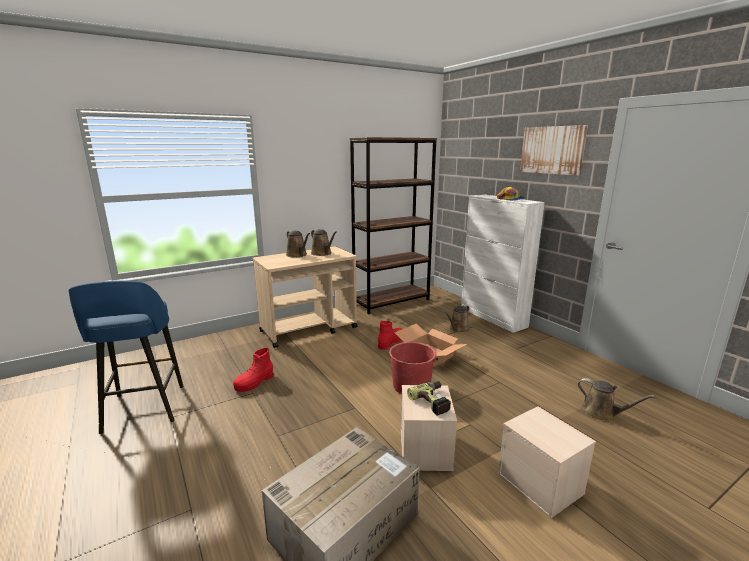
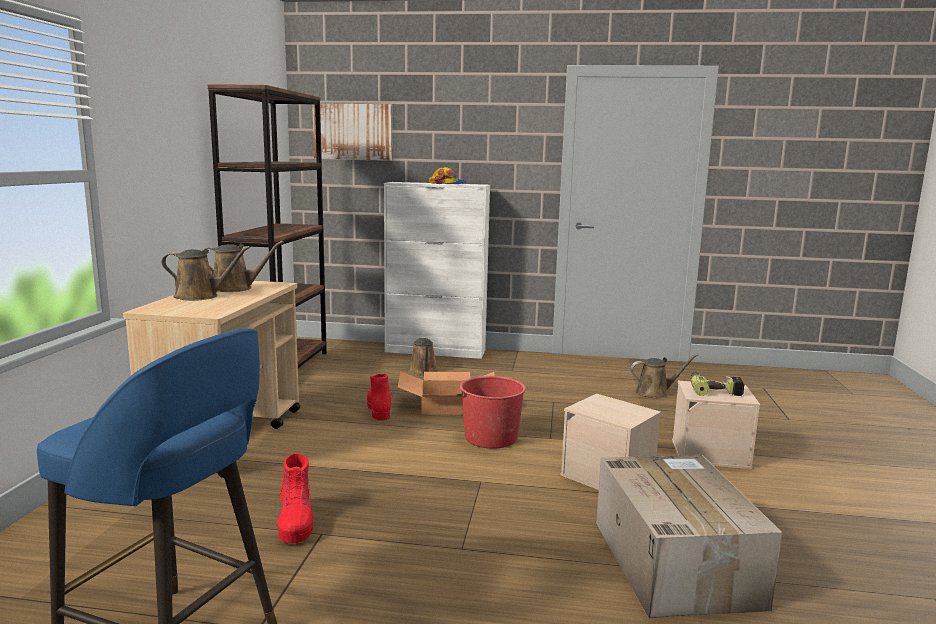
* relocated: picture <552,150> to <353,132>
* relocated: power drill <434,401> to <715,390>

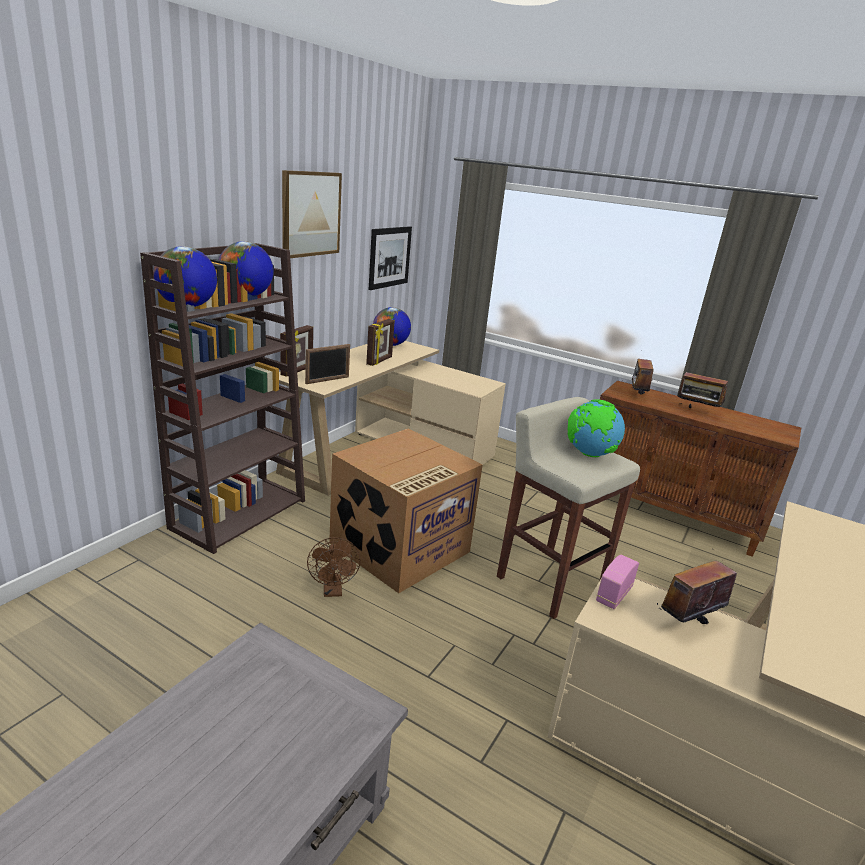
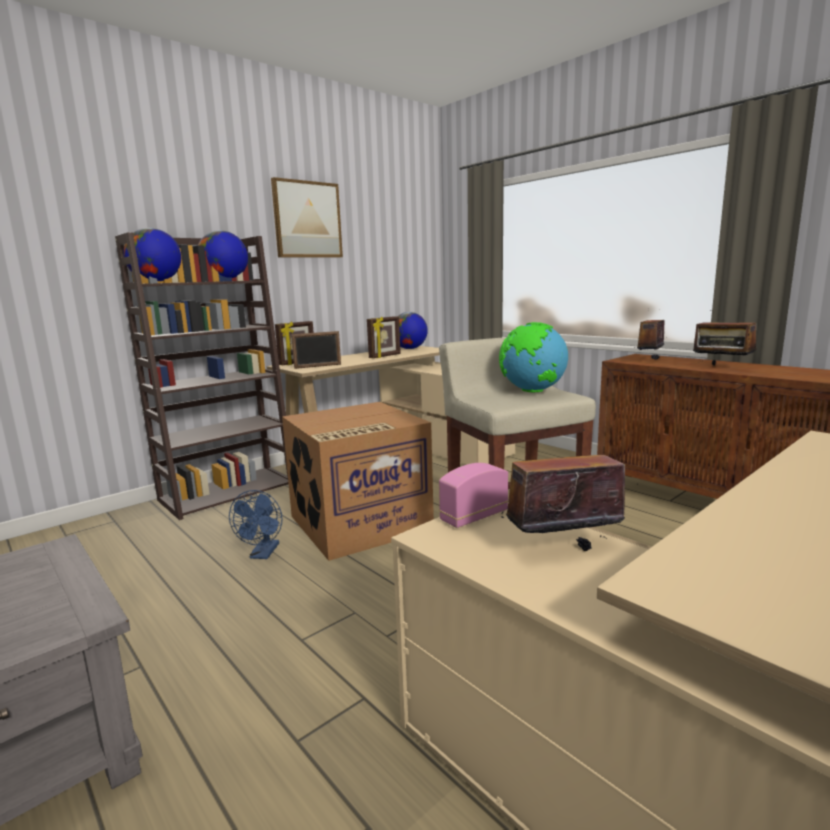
* missing: picture <389,257>
* colour: brown fan <333,591> to blue fan <263,554>

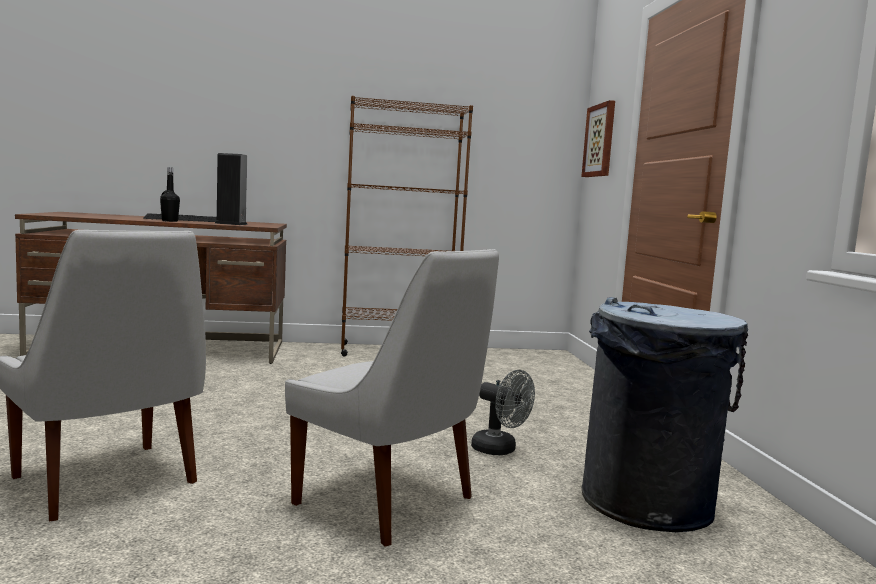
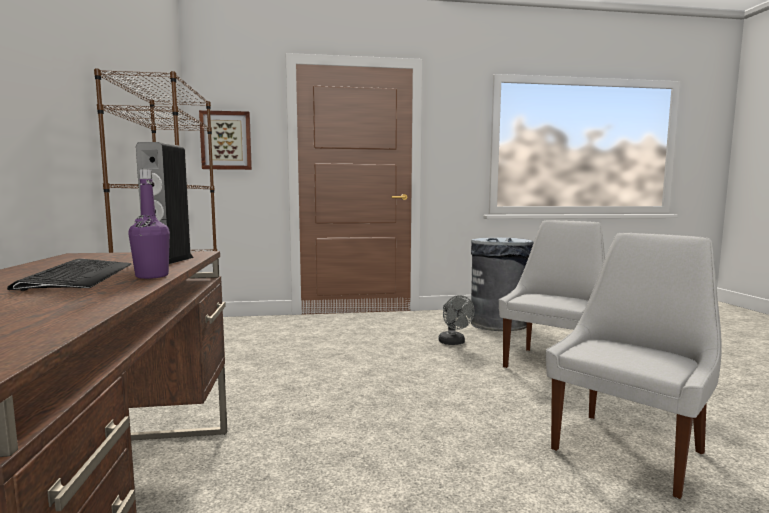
* colour: black bottle <169,221> to purple bottle <152,276>
* spun: grey fan <500,450> = <454,343> 120 degrees clockwise

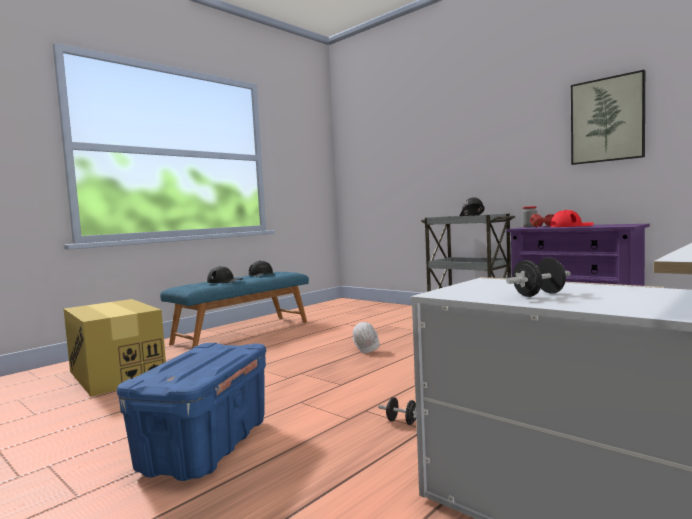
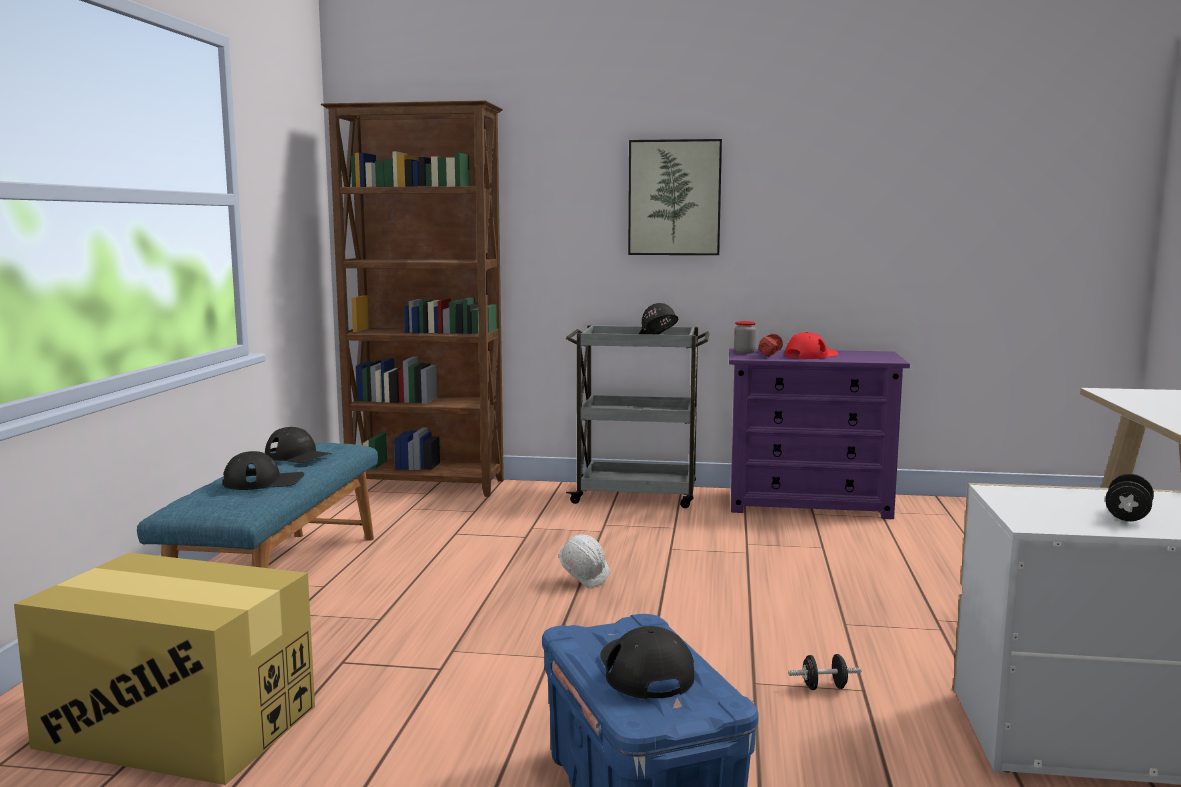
* relocated: picture <607,120> to <674,198>
* appeared: brown bookcase <427,486>
* appeared: black cap <644,670>

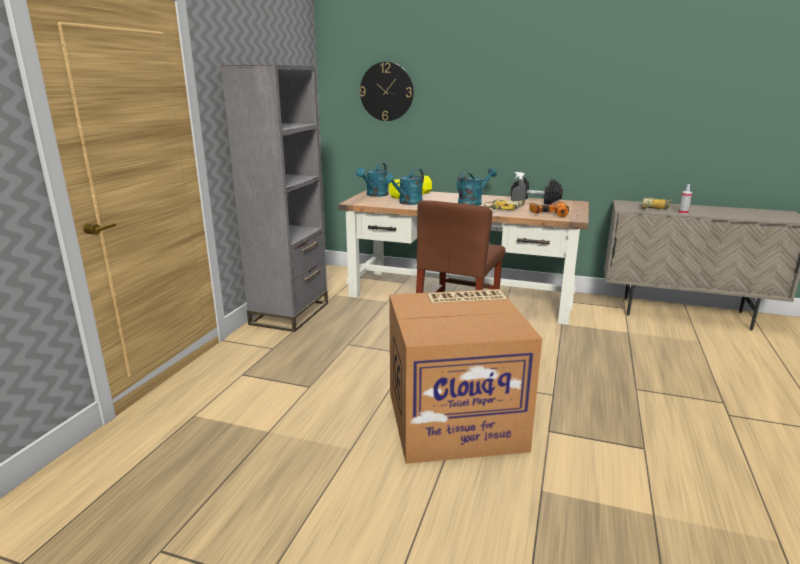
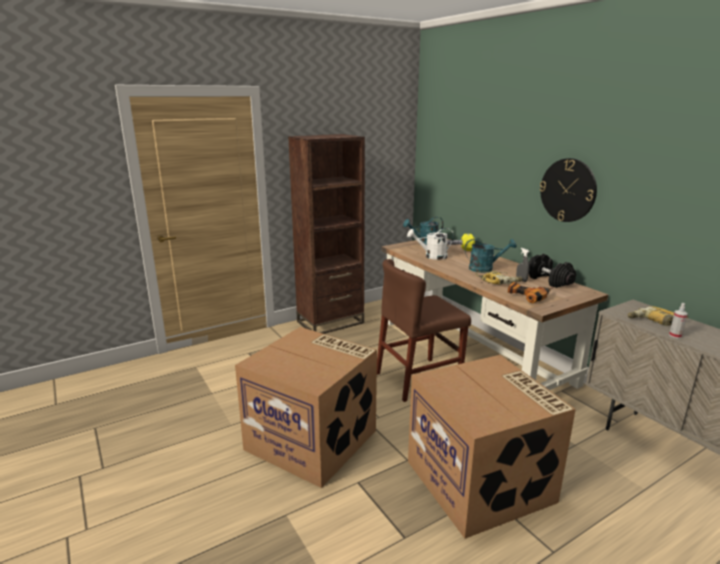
* relocated: wall clock <386,91> to <568,190>
* colour: grey bookcase <290,313> to brown bookcase <330,322>
* colour: turquoise watering can <407,203> to white watering can <432,256>
* appeared: cardboard box <481,482>

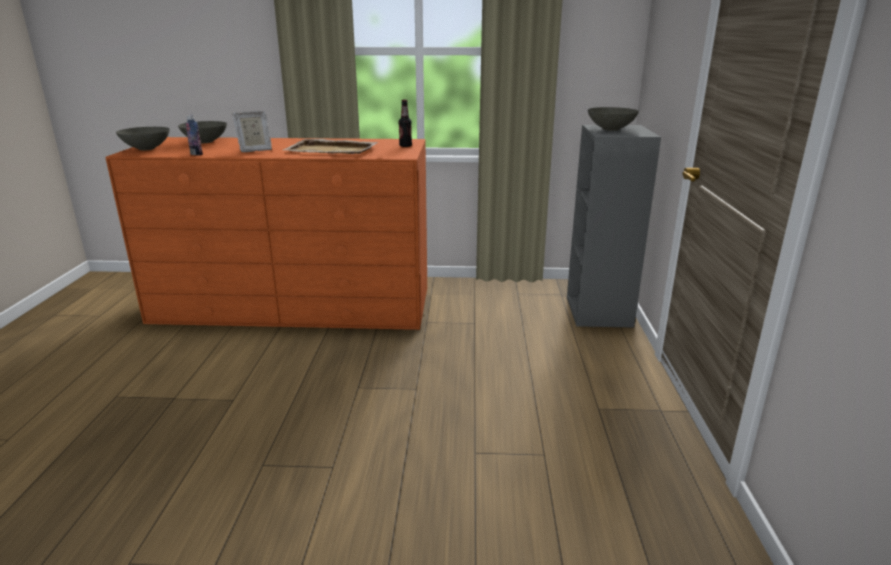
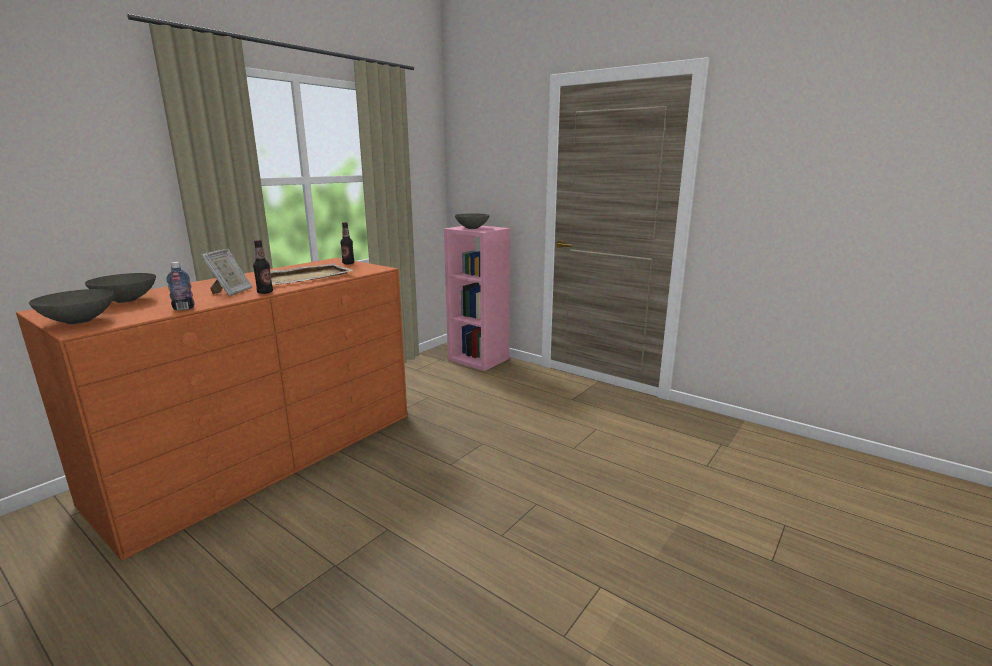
* colour: grey bookcase <599,312> to pink bookcase <479,359>
* appeared: bottle <265,292>

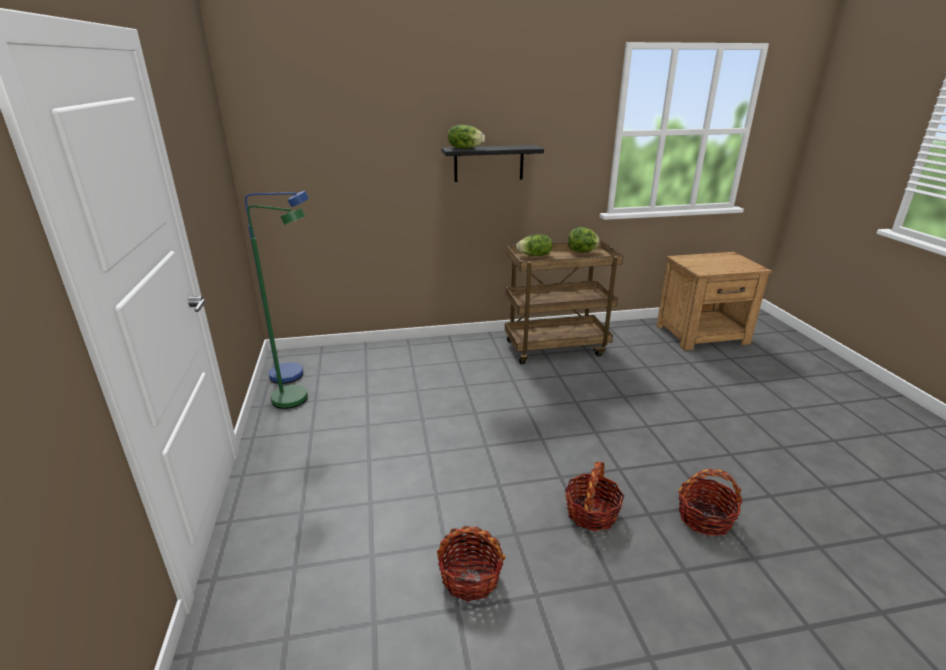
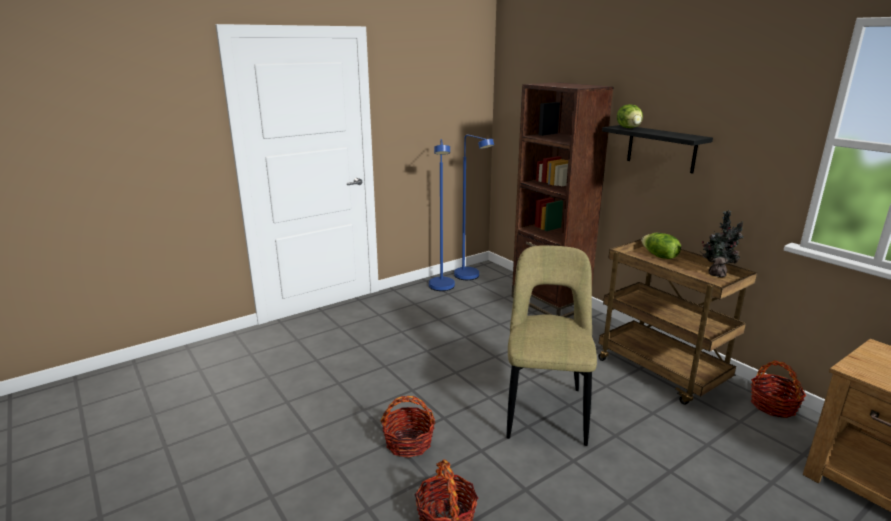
* colour: green floor lamp <298,401> to blue floor lamp <442,289>
* exchanged: lettuce <582,251> to potted plant <717,274>
* relocated: basket <470,577> to <773,405>
* appeared: brown bookcase <549,302>
* appeared: beige chair <545,409>

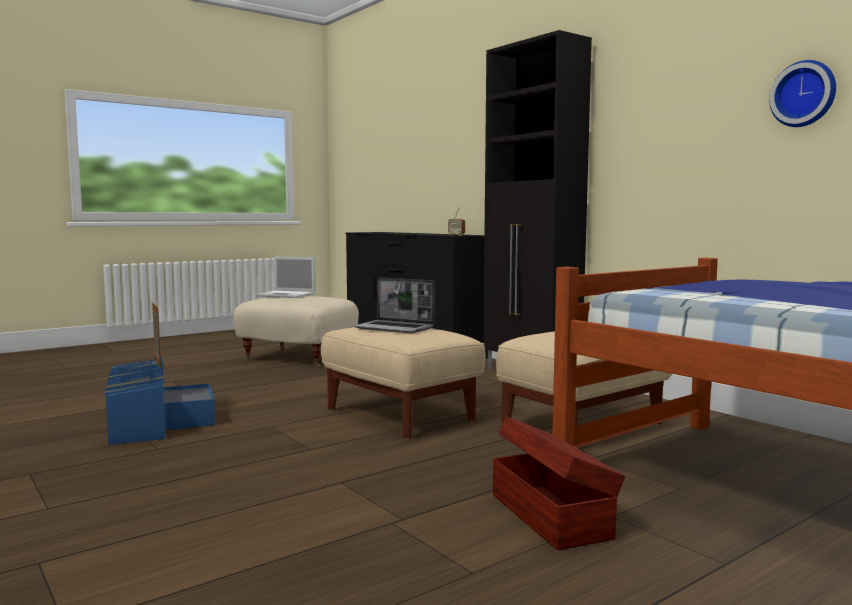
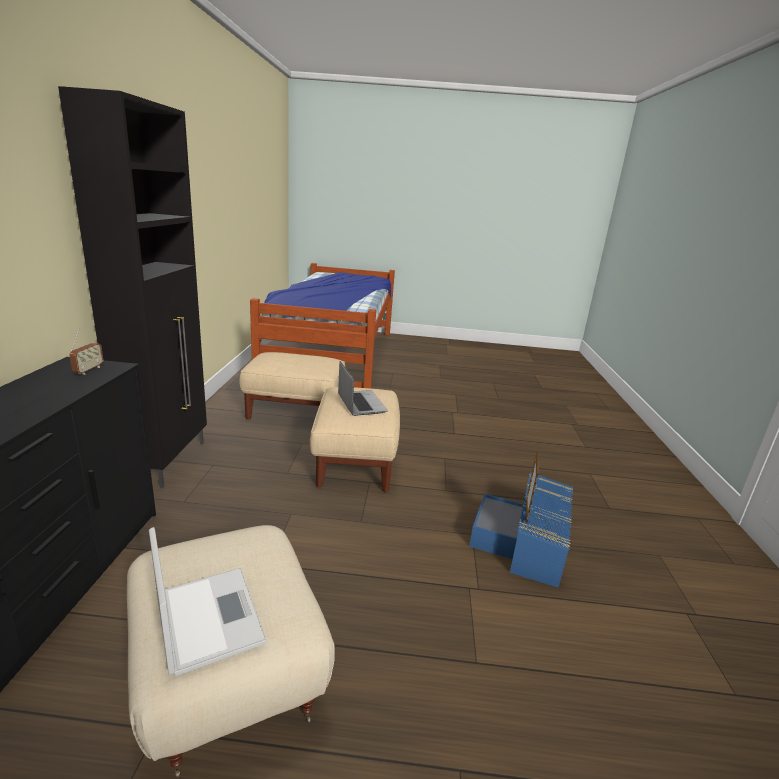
* missing: wall clock <804,94>
* missing: brown storage box <550,515>

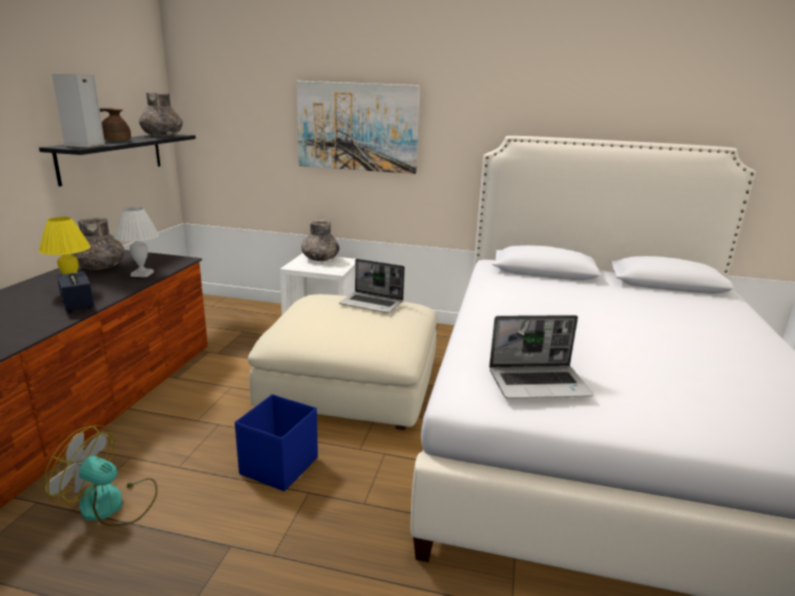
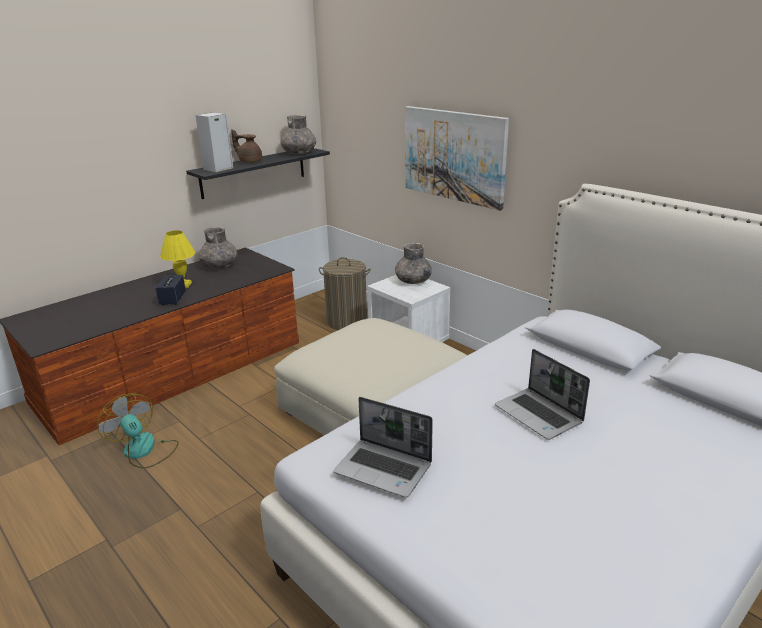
* missing: white table lamp <142,274>
* relocated: laptop <372,303> to <539,415>
* missing: blue storage box <278,466>
* appeared: laundry basket <347,321>

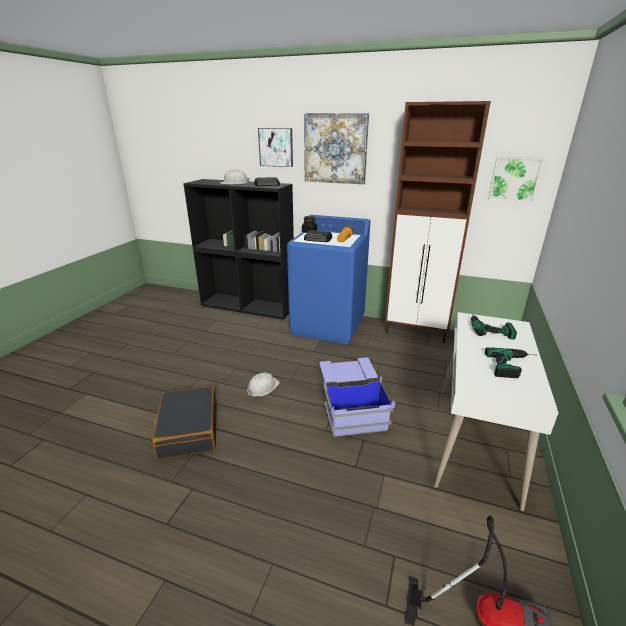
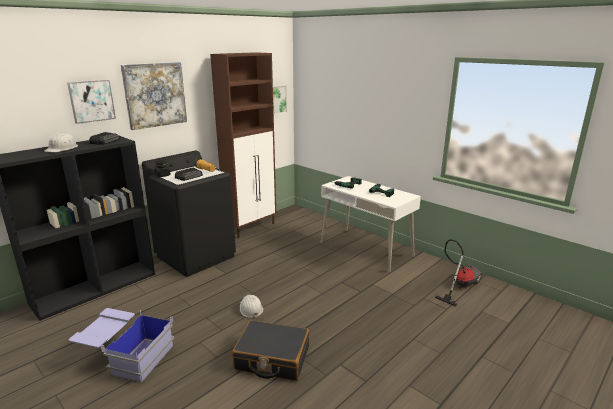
* colour: blue washing machine <328,325> to black washing machine <196,256>
* relocated: blue storage box <351,407> to <126,356>

